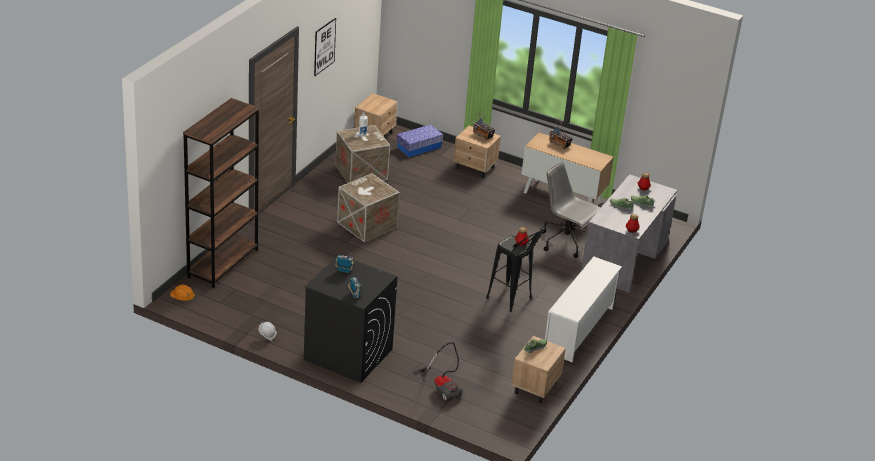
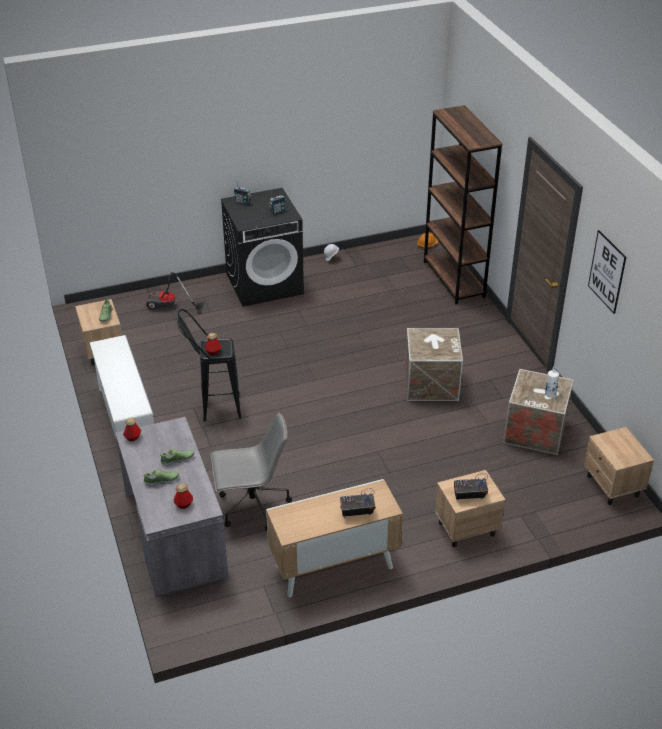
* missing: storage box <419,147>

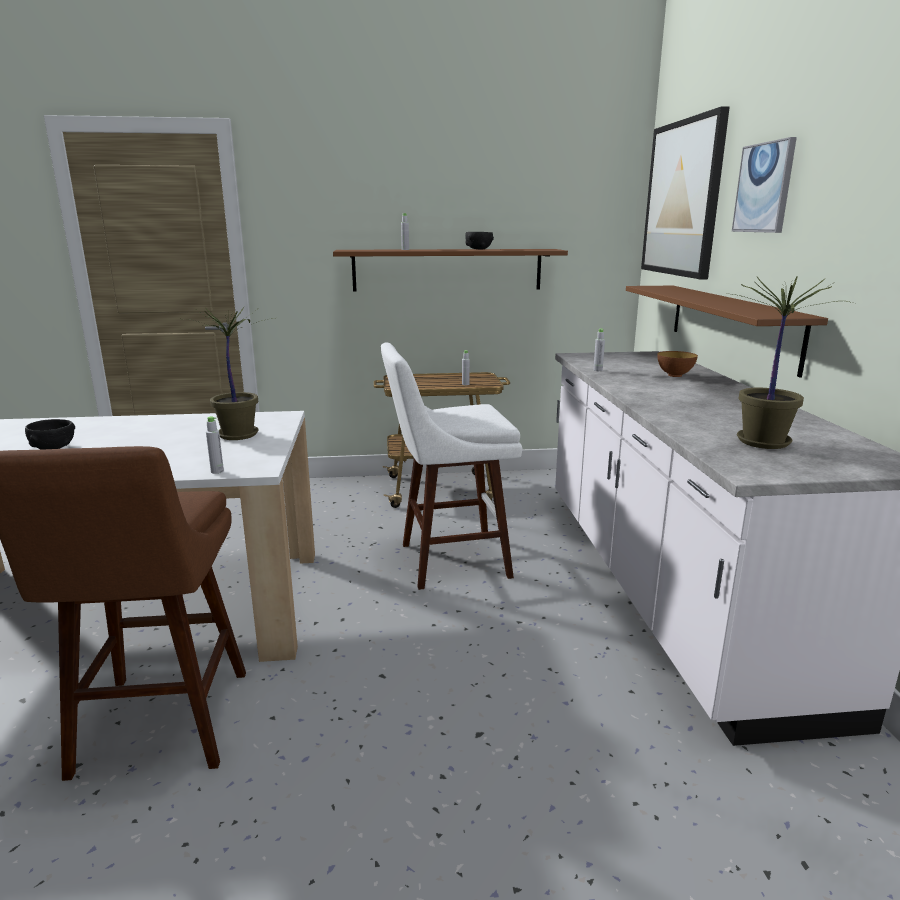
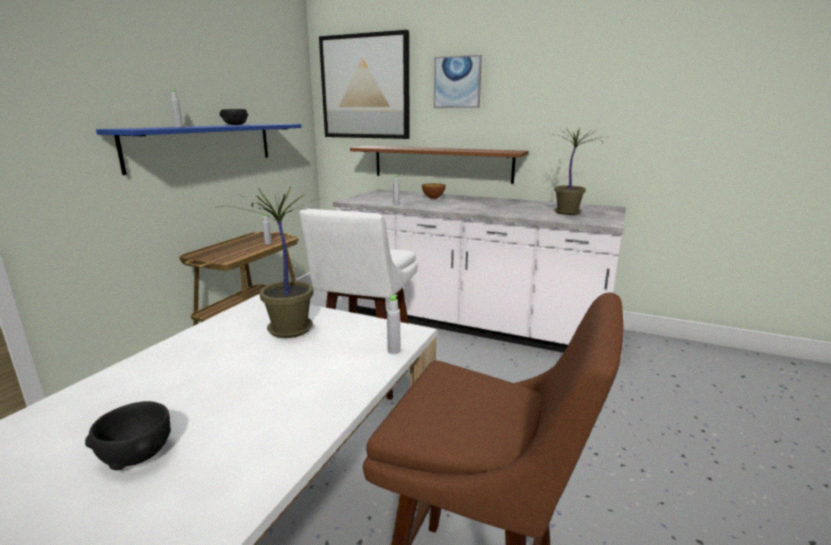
* colour: brown shelf <447,270> to blue shelf <204,145>

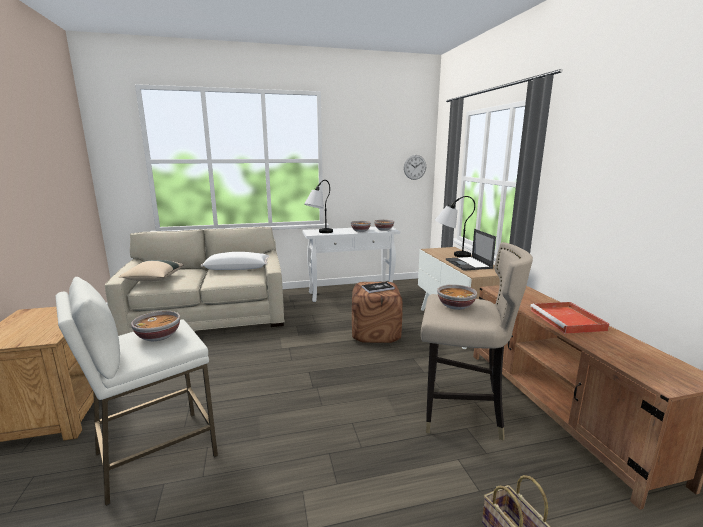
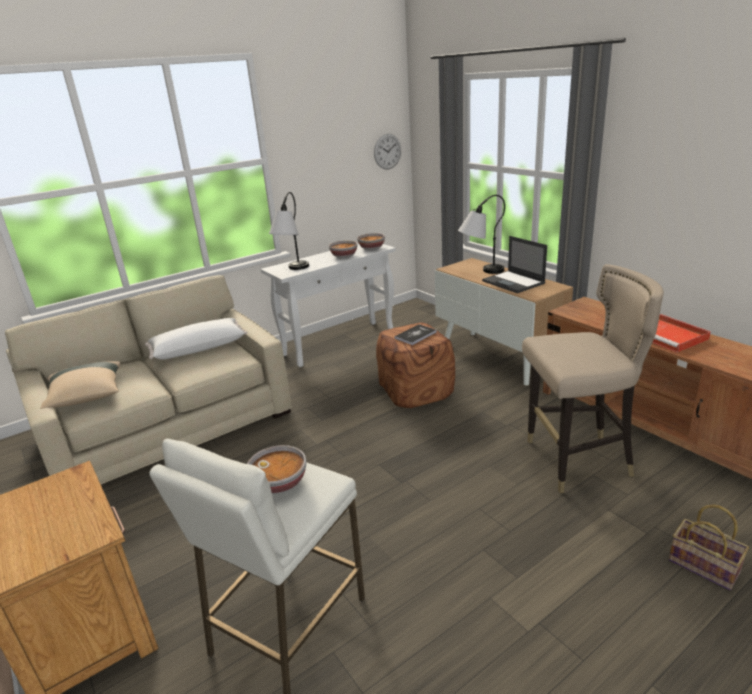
* missing: bowl <455,306>

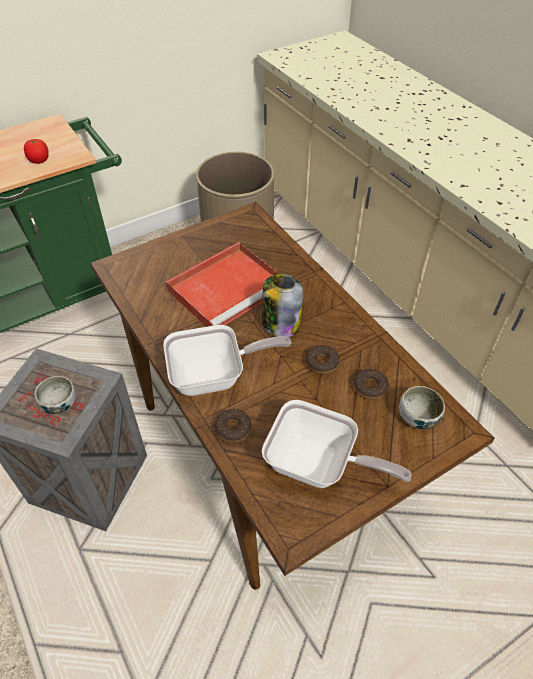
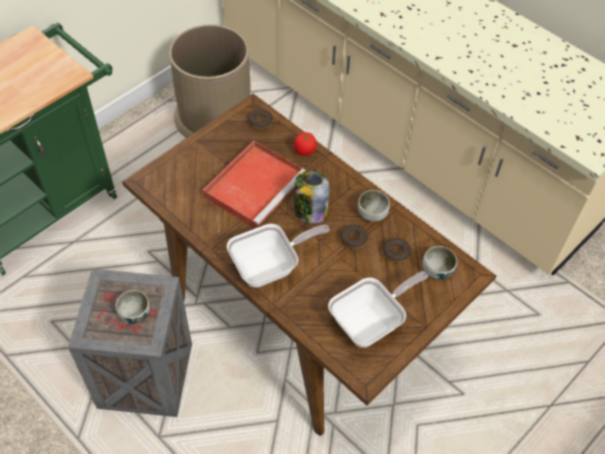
* relocated: tomato <39,161> to <304,151>
* spun: frying pan <318,465> = <371,322> 45 degrees counterclockwise
* relocated: donut <233,428> to <260,122>
* appeared: bowl <372,213>

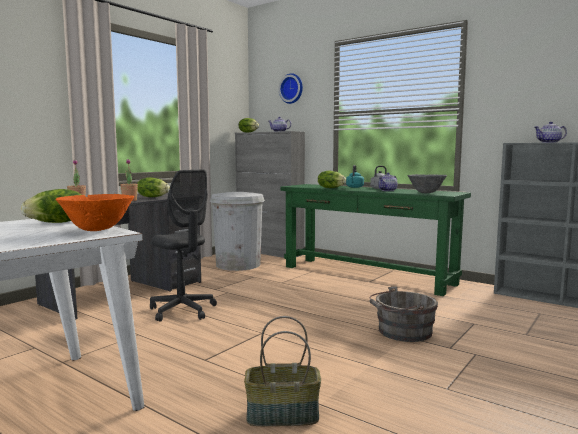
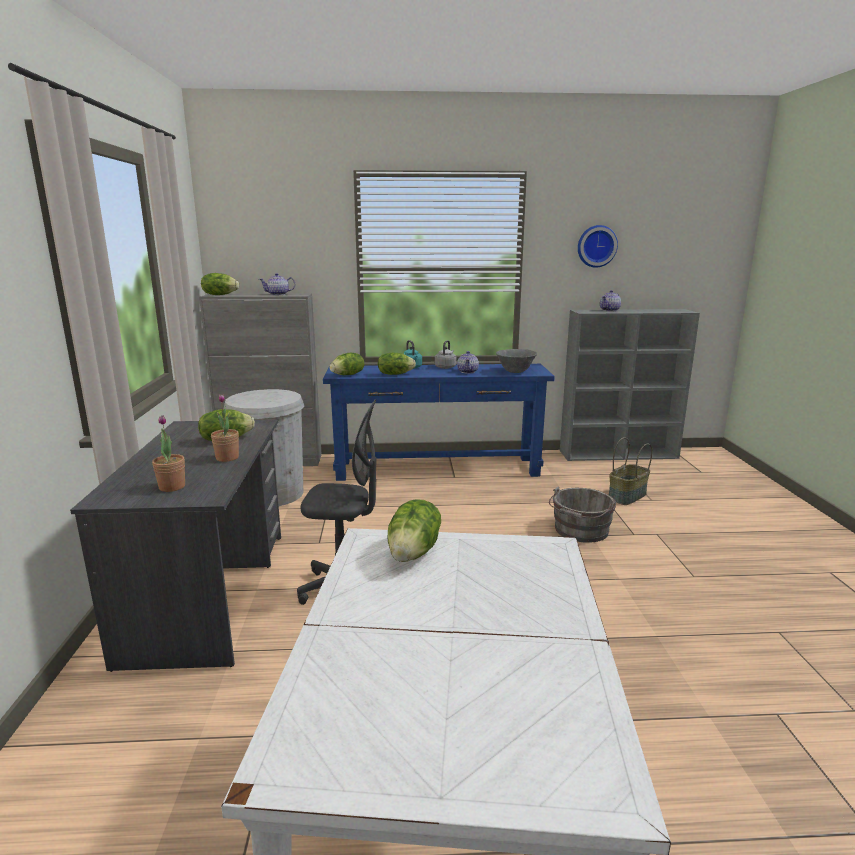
* relocated: wall clock <292,88> to <596,246>
* colour: green console table <366,275> to blue console table <437,468>
* missing: orange bowl <97,230>
* relocated: basket <282,416> to <627,496>
* appeared: lettuce <348,375>

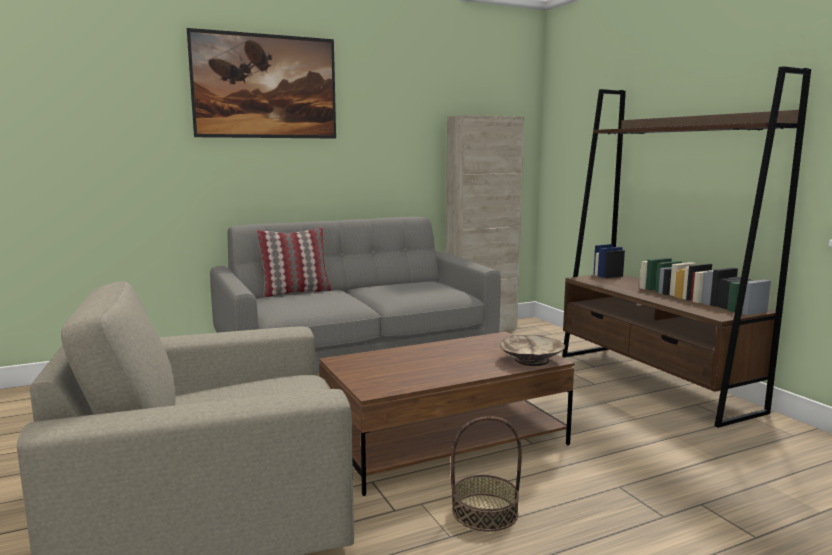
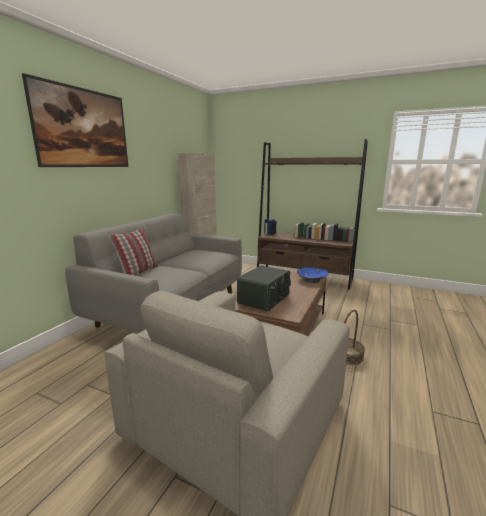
* colour: beige bowl <531,360> to blue bowl <311,279>
* appeared: radio <264,299>

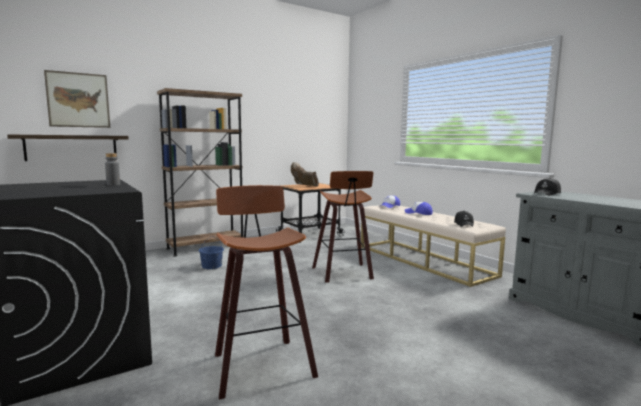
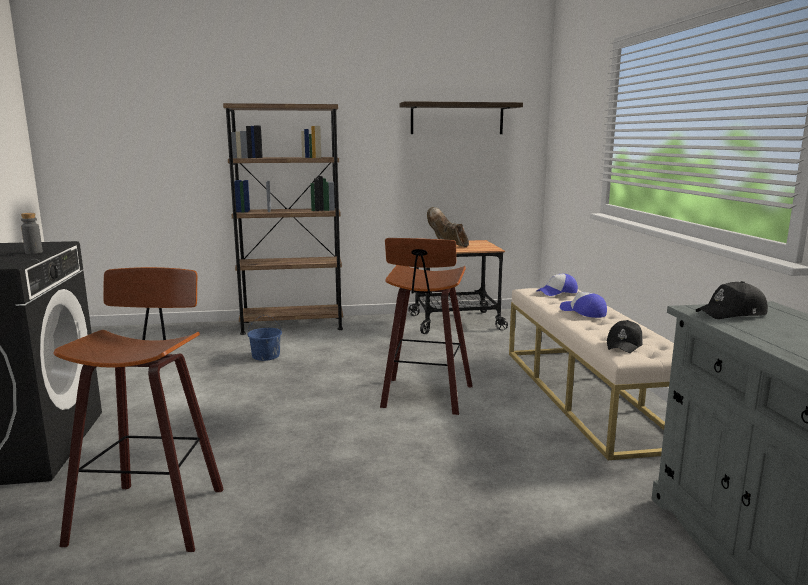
* missing: picture <78,100>
* relocated: shelf <72,147> to <457,118>

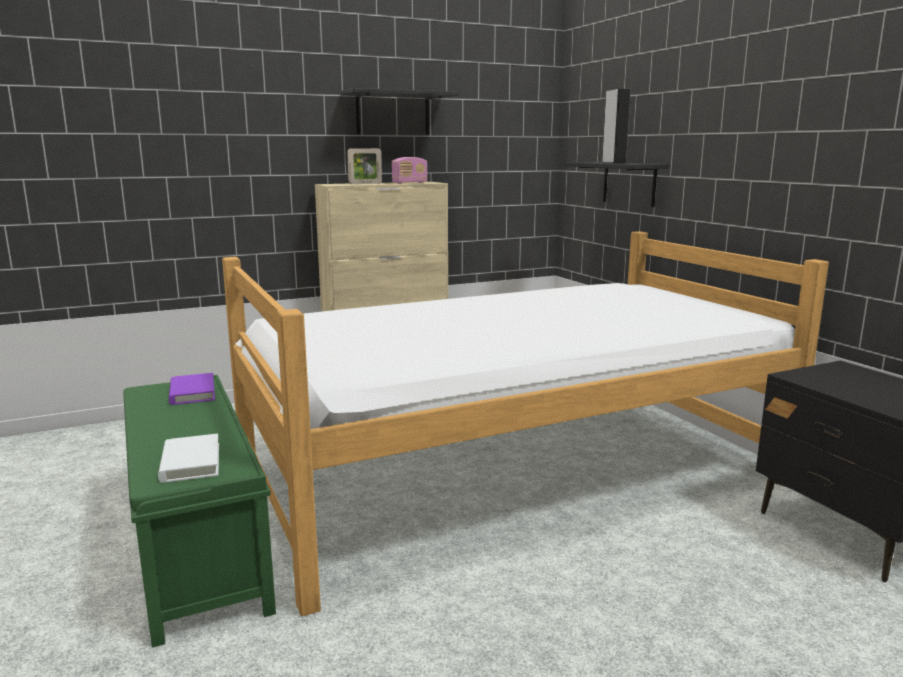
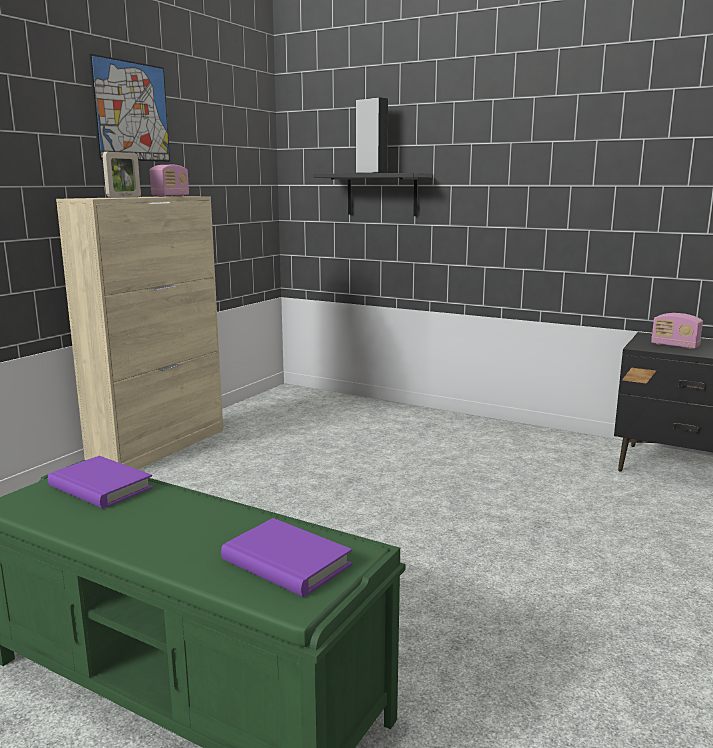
* exchanged: black shelf <392,113> to picture <131,111>
* missing: bed <516,474>
* colour: white book <190,462> to purple book <286,563>
* appeared: radio <674,346>

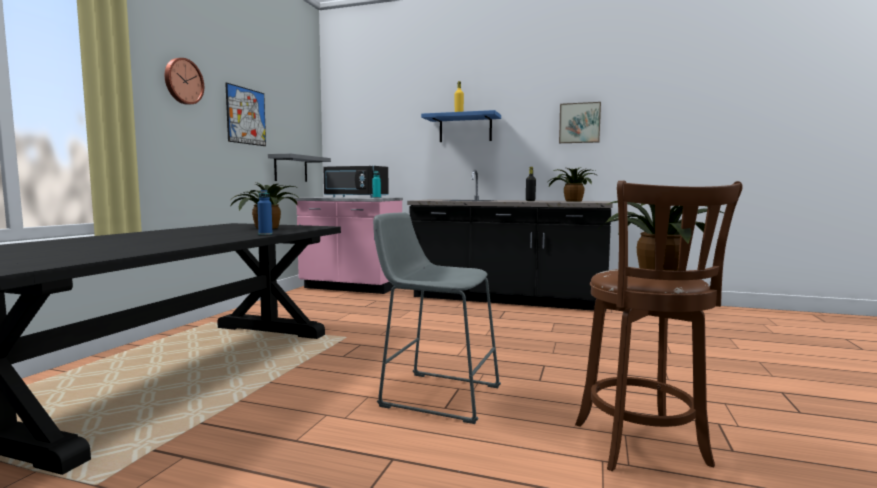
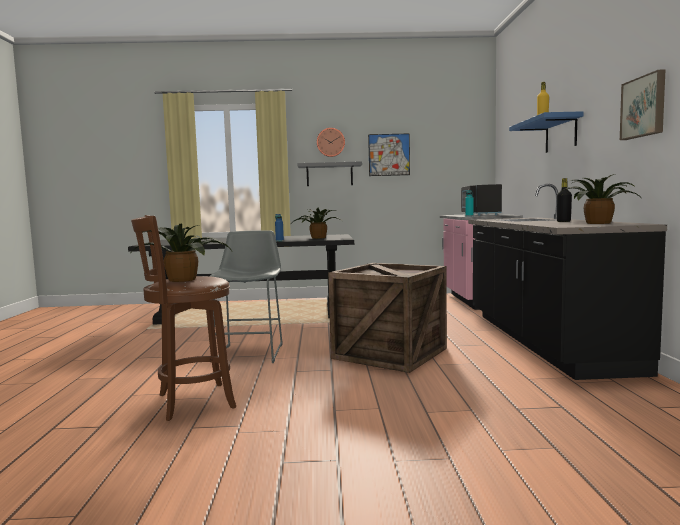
* relocated: grey shelf <291,168> to <329,174>
* appeared: crate <392,353>

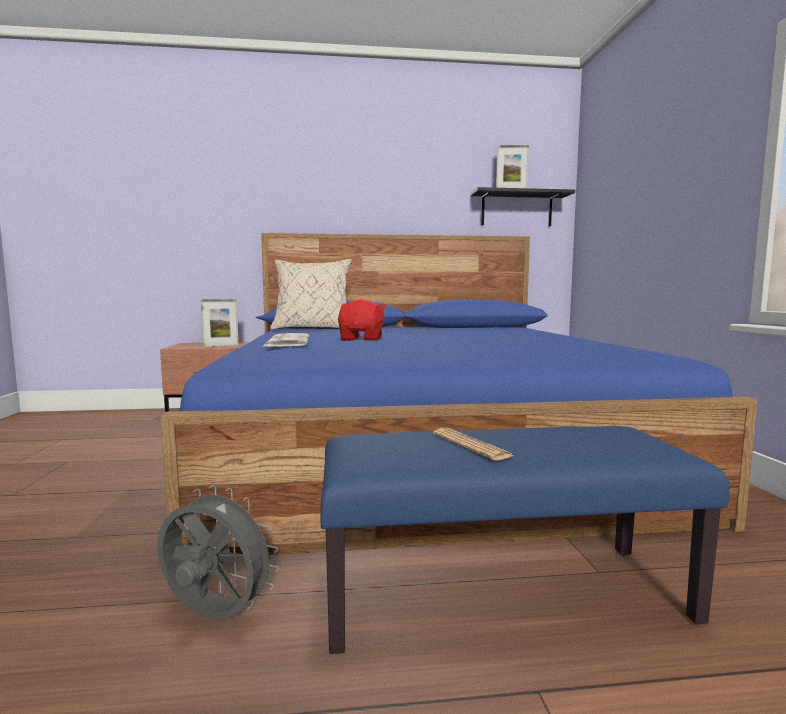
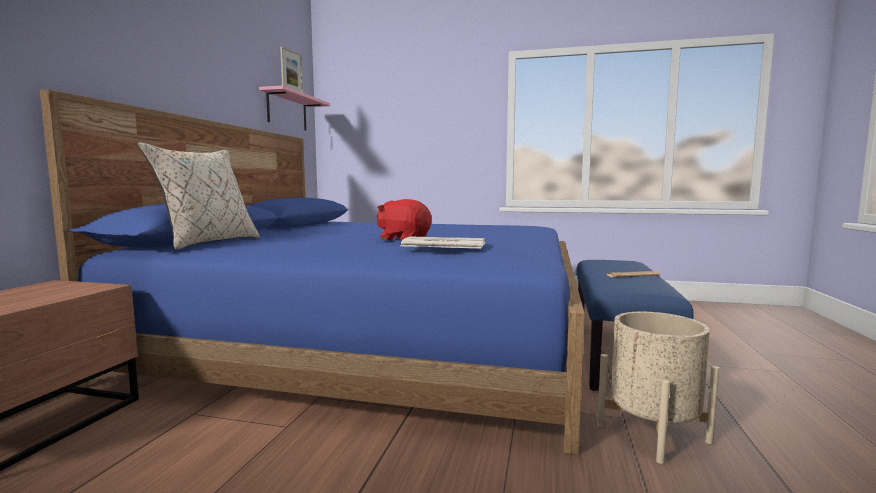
* colour: black shelf <516,209> to pink shelf <287,111>
* missing: picture frame <221,346>
* exchanged: grey fan <214,617> to beige planter <652,433>

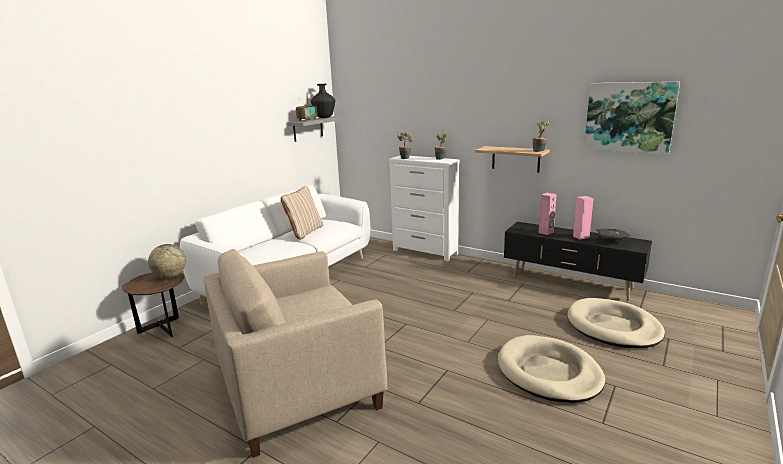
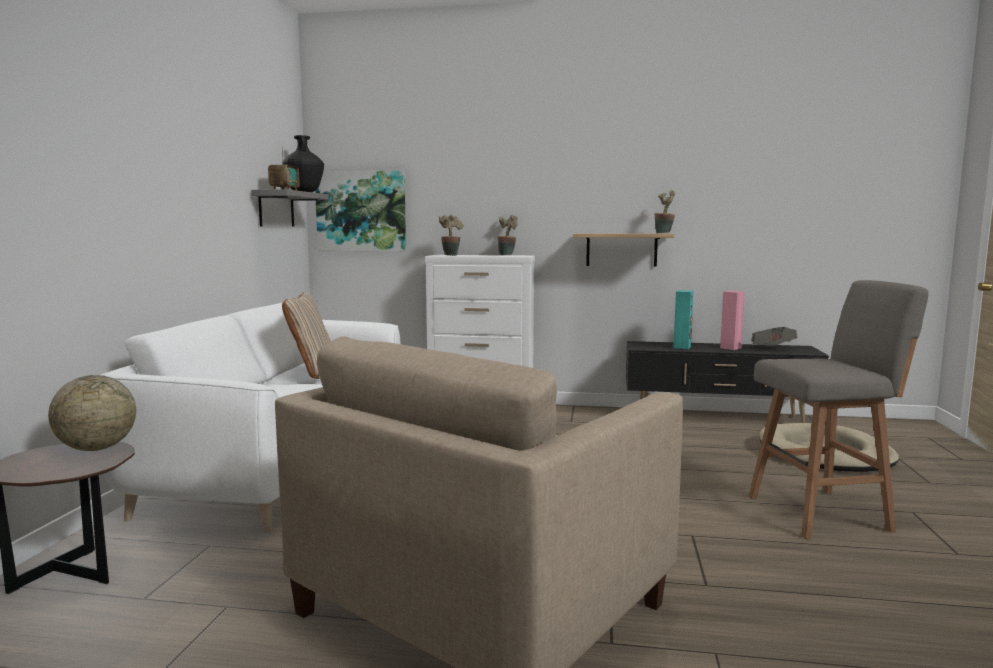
* relocated: picture <629,117> to <361,211>
* colour: pink speaker <546,232> to turquoise speaker <682,347>
* exchanged: beige dog bed <548,372> to grey stool <822,513>

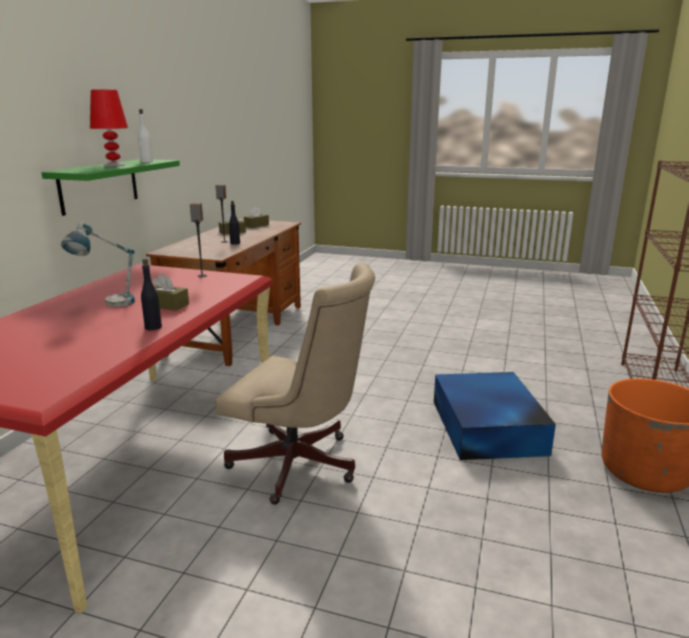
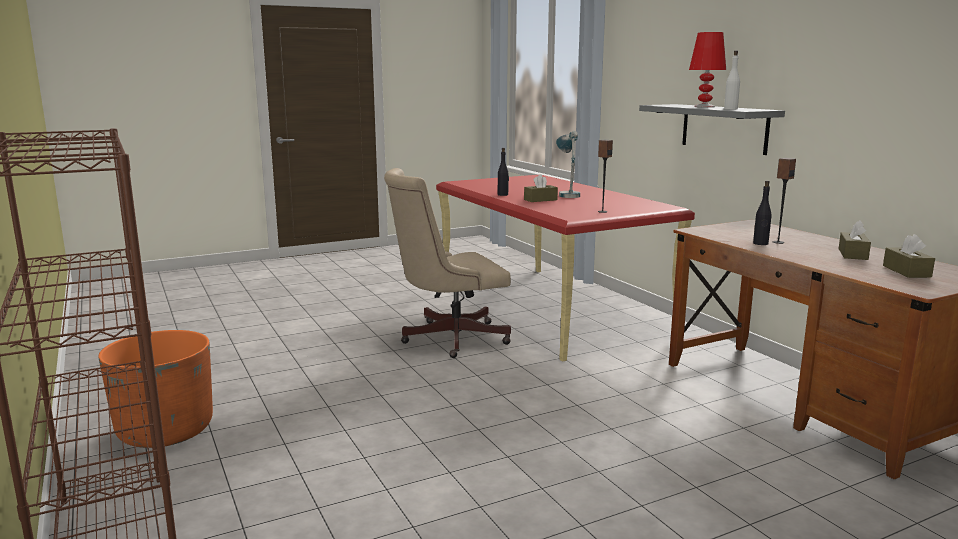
* colour: green shelf <99,185> to grey shelf <724,128>
* missing: blue storage box <487,428>

